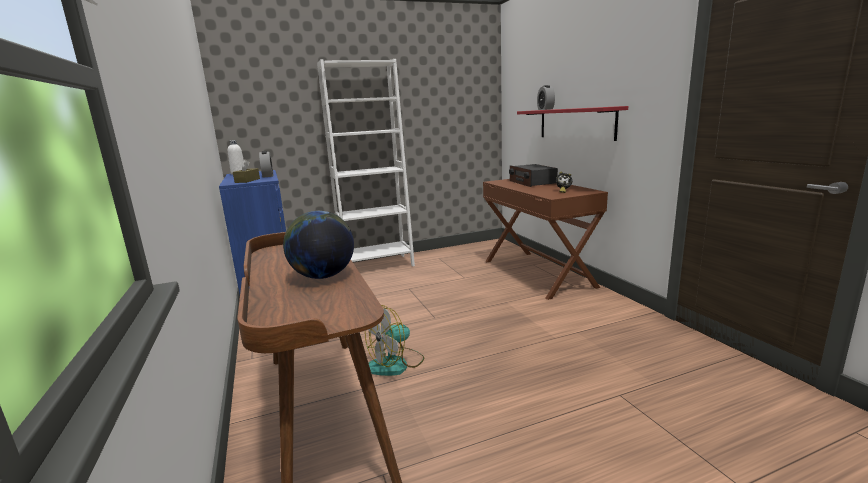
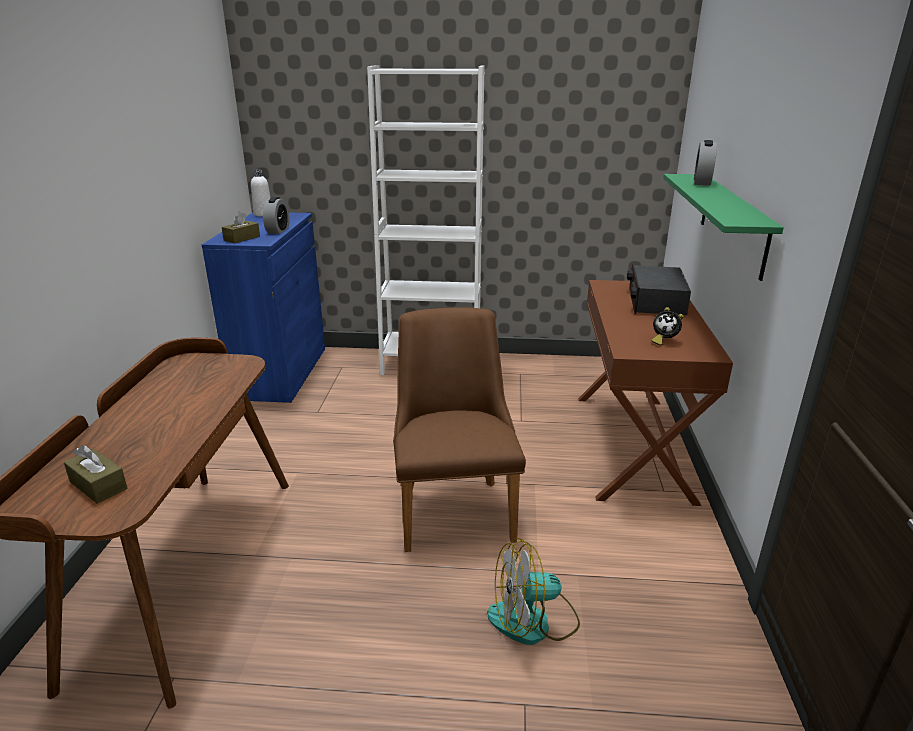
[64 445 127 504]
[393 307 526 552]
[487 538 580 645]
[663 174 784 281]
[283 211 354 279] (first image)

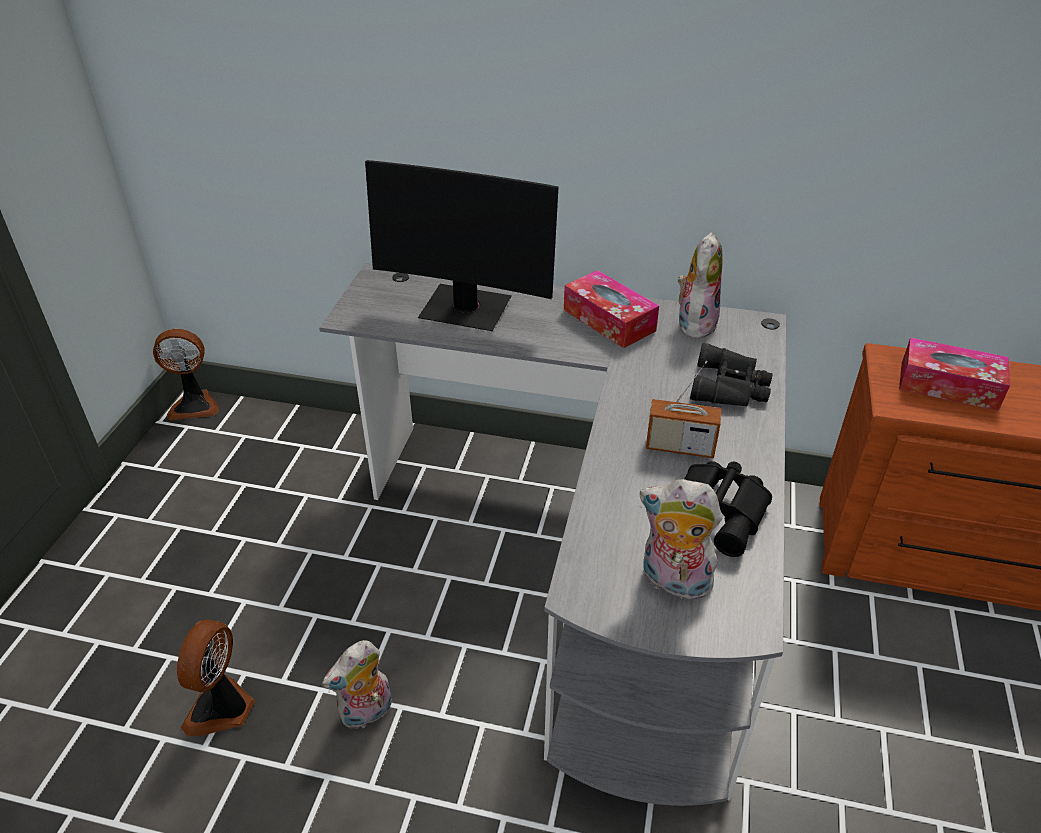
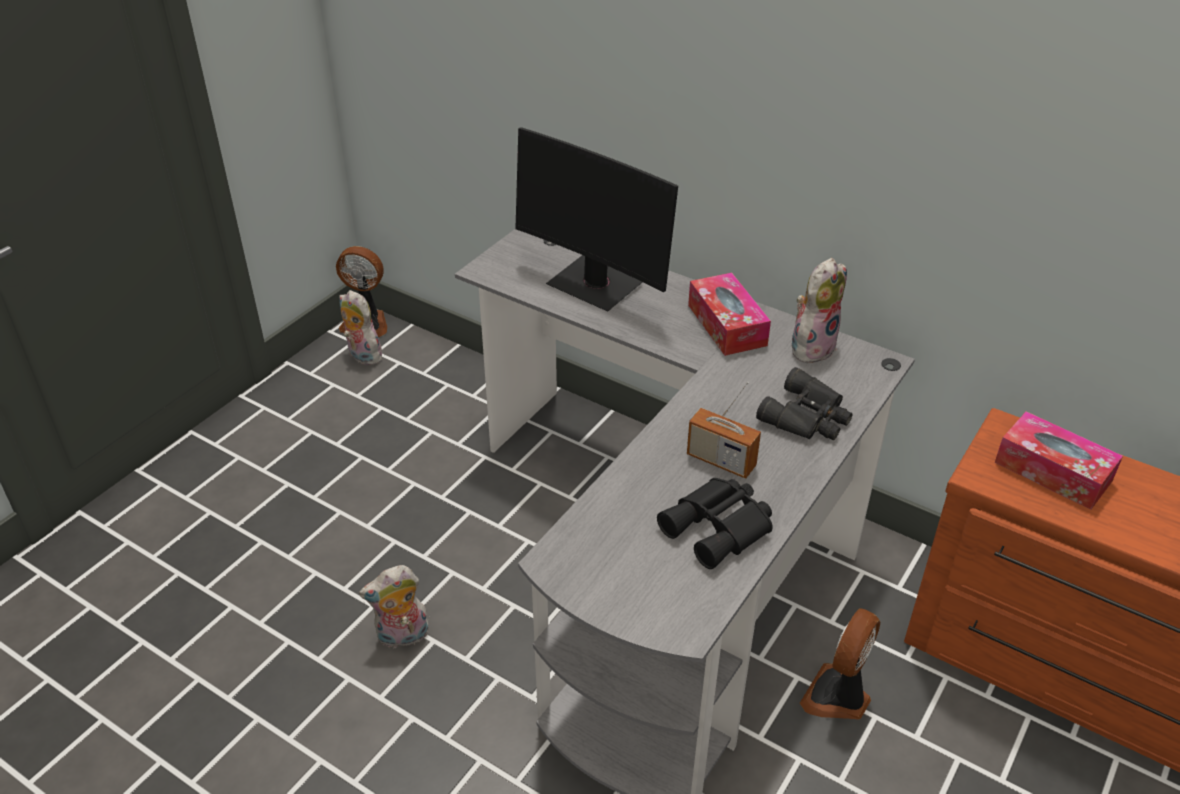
[339 290 383 365]
[800 608 880 719]

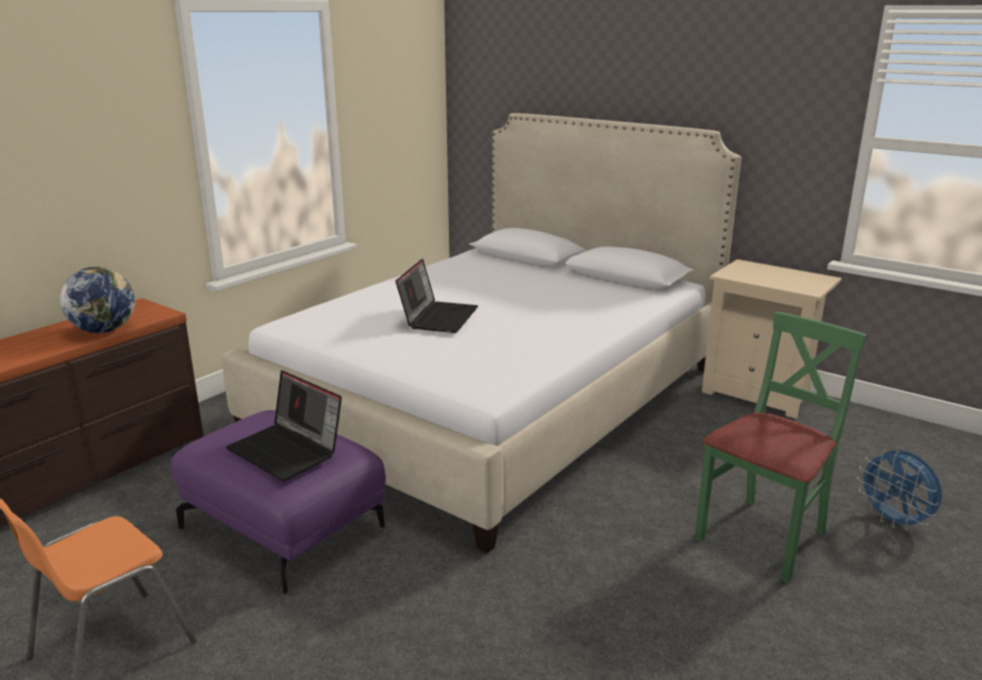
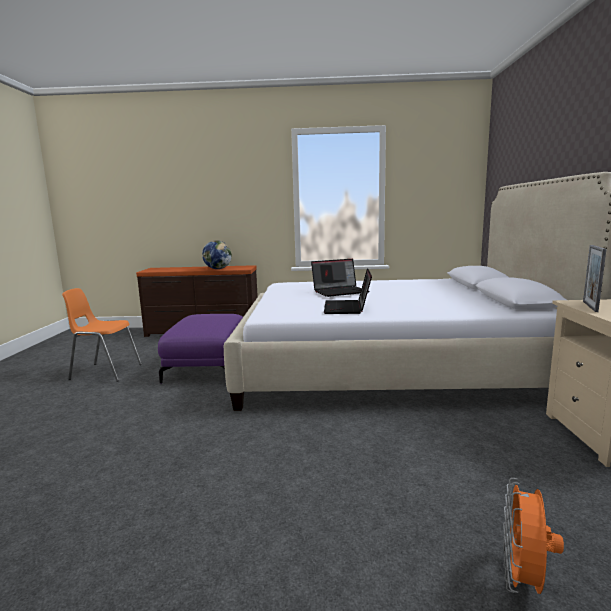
[324 268 372 314]
[503 478 564 594]
[583 245 606 312]
[695 311 867 583] (first image)

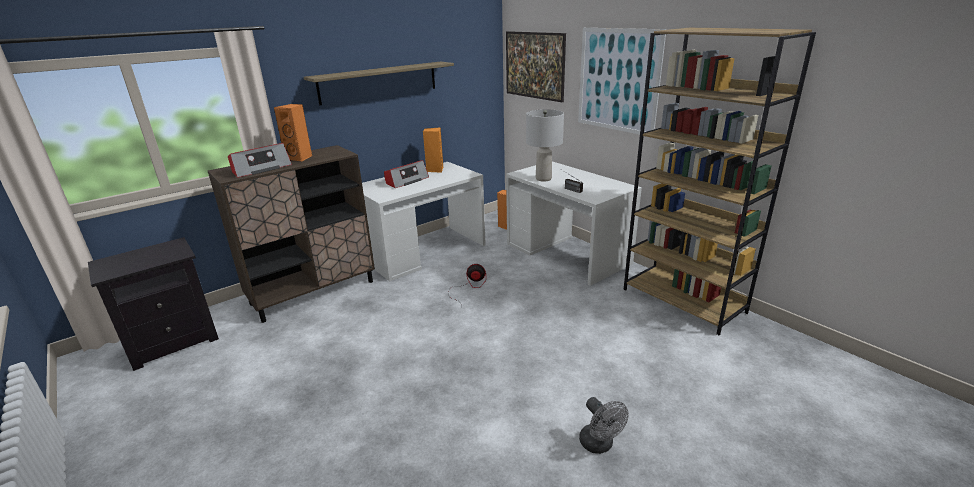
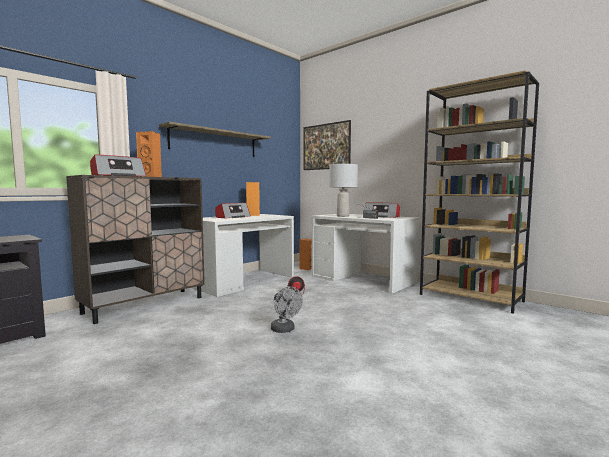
[271 286 303 333]
[364 202 400 218]
[578 28 667 135] (first image)

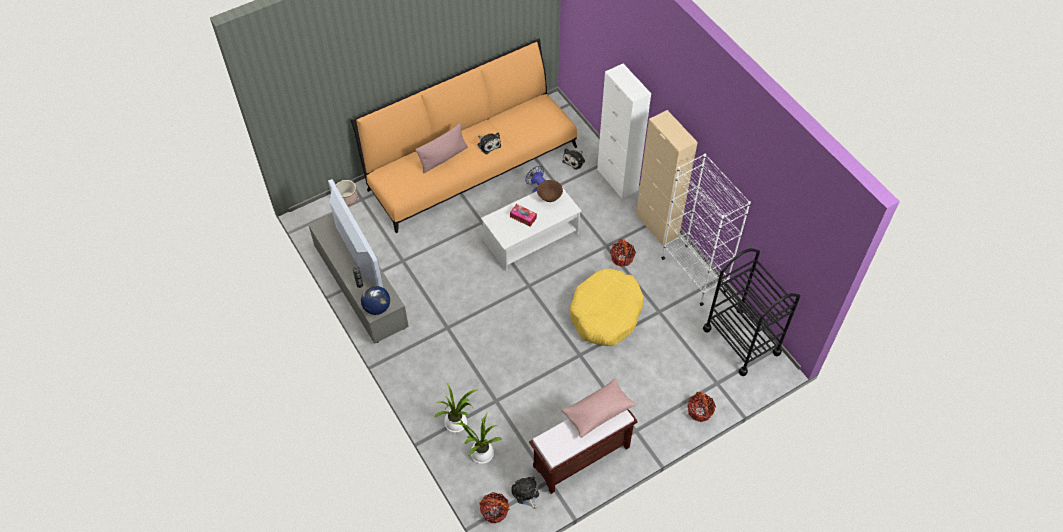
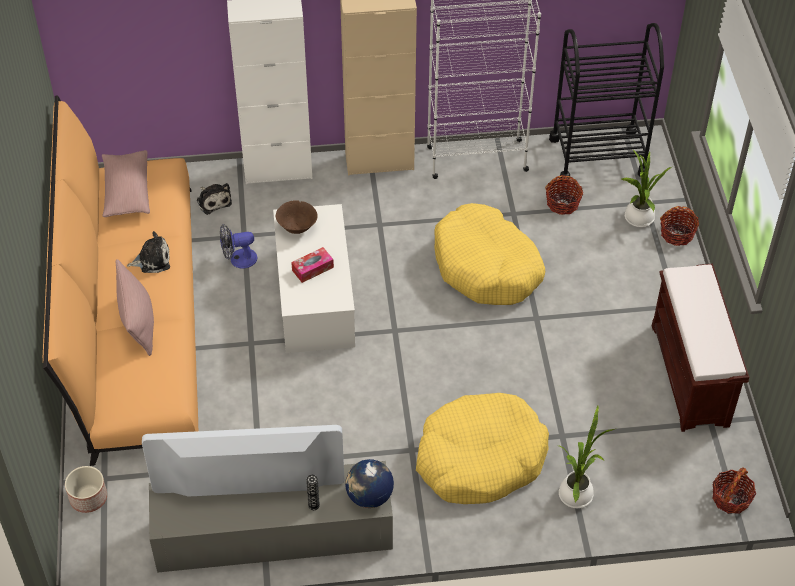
[102 150 150 217]
[416 393 549 504]
[545 175 583 215]
[622 150 671 227]
[511 476 539 509] (first image)

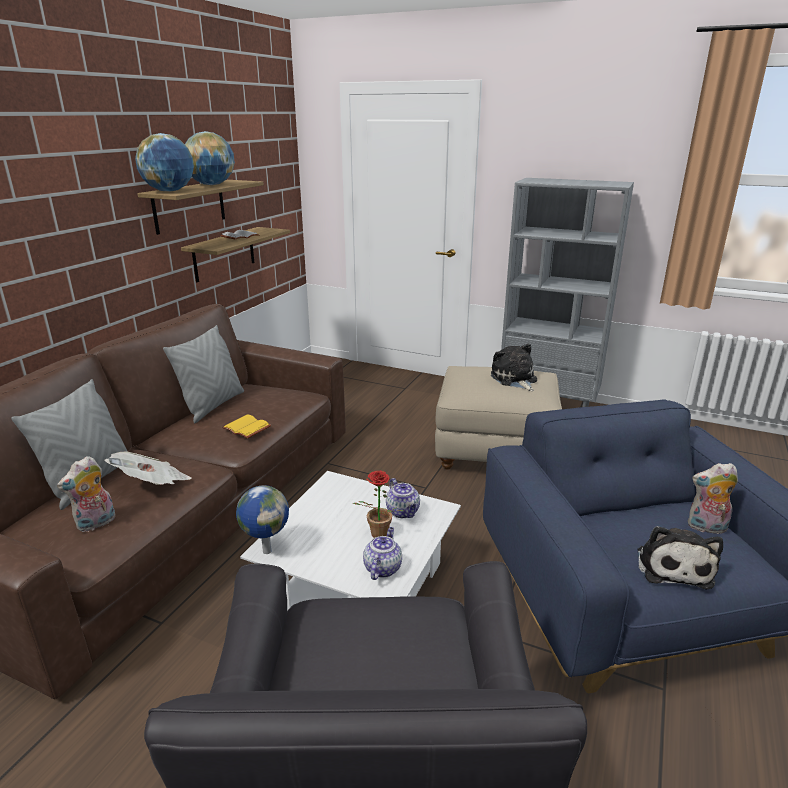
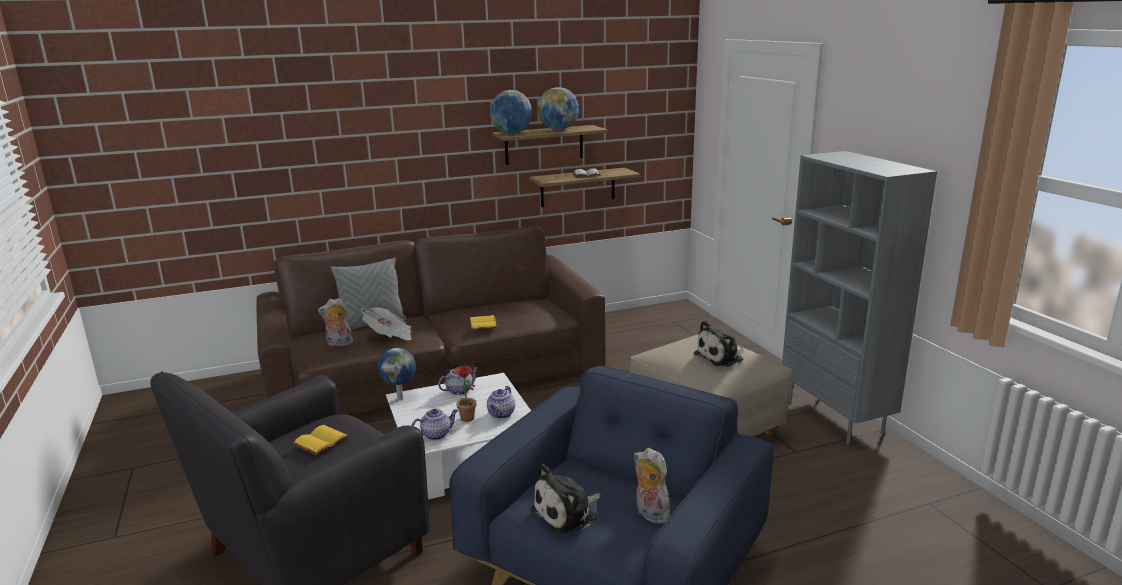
[292 425 350 455]
[438 367 478 395]
[694 321 743 367]
[163 325 244 423] (first image)

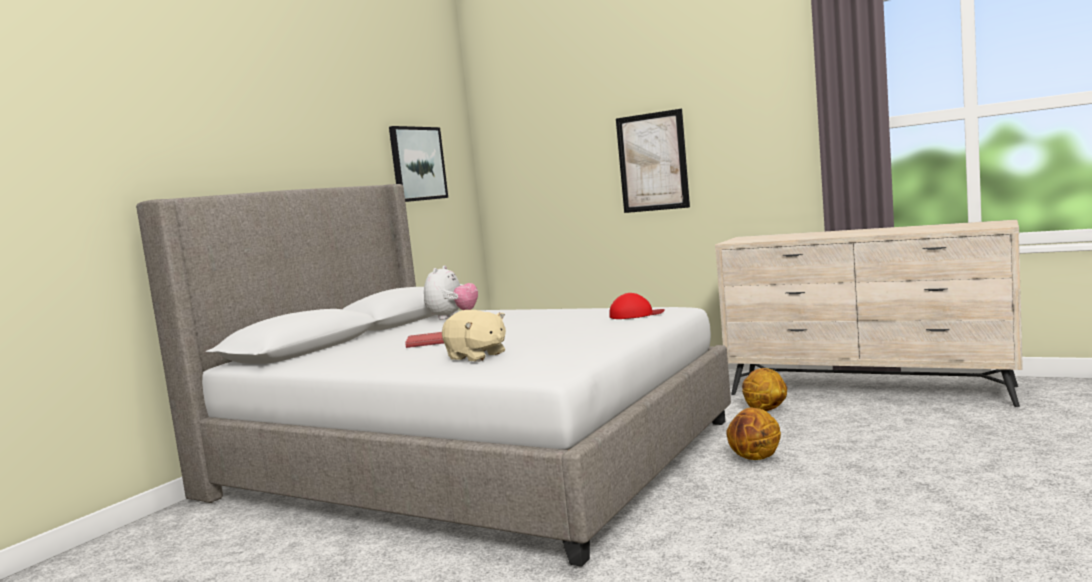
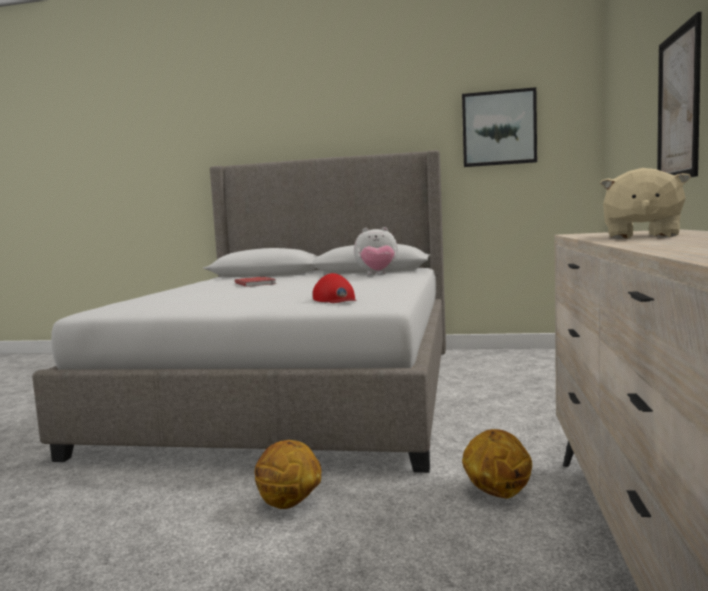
[600 168 691 239]

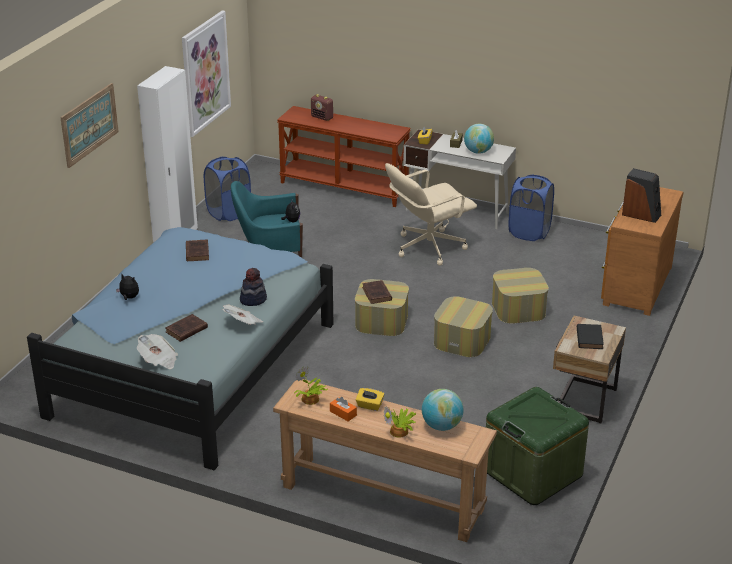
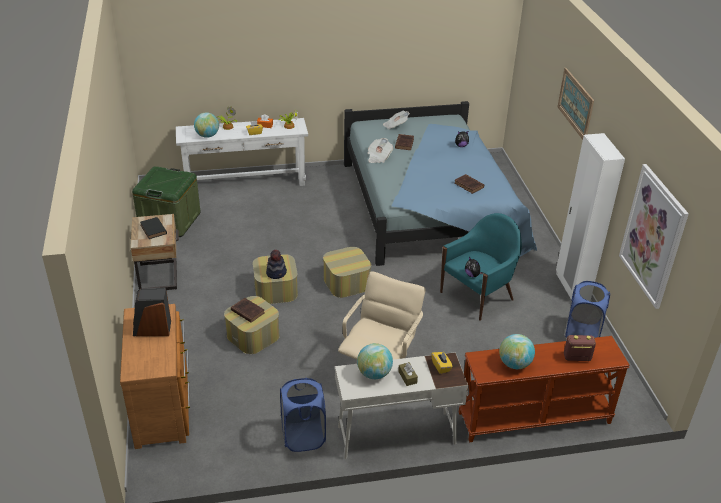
[176 118 308 186]
[231 298 265 323]
[266 250 287 279]
[499 334 535 369]

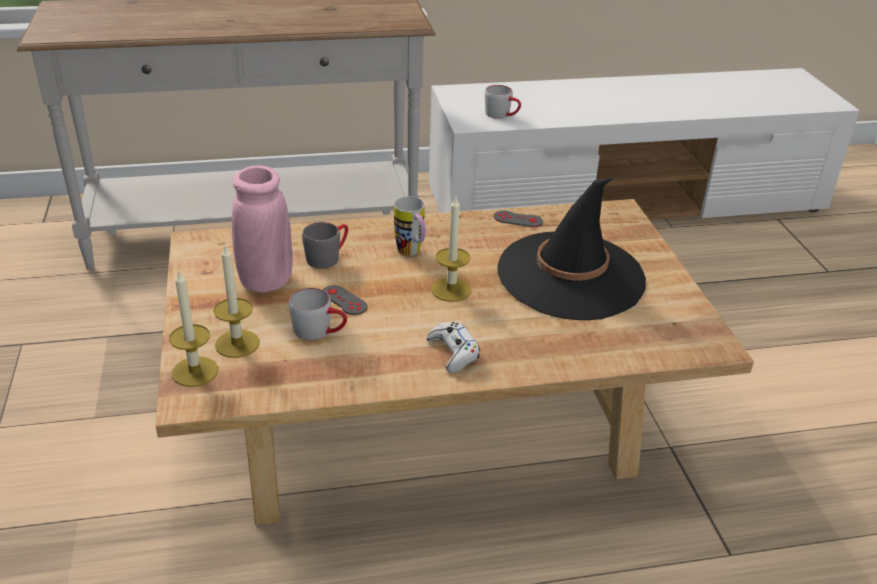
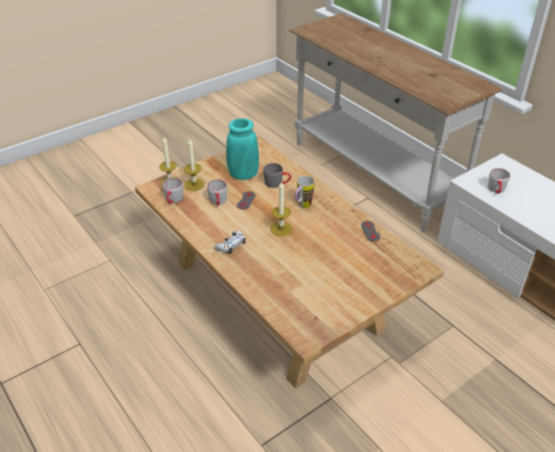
[163 178 183 204]
[226 118 259 180]
[497 178 646 320] (first image)

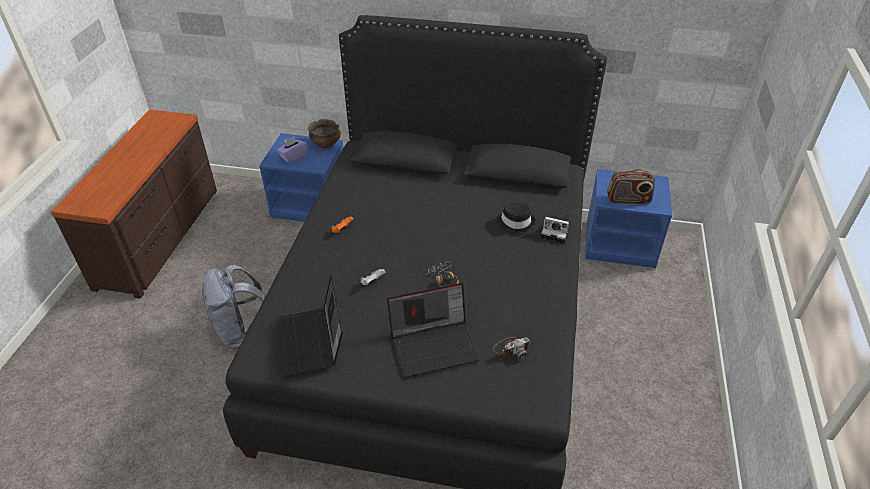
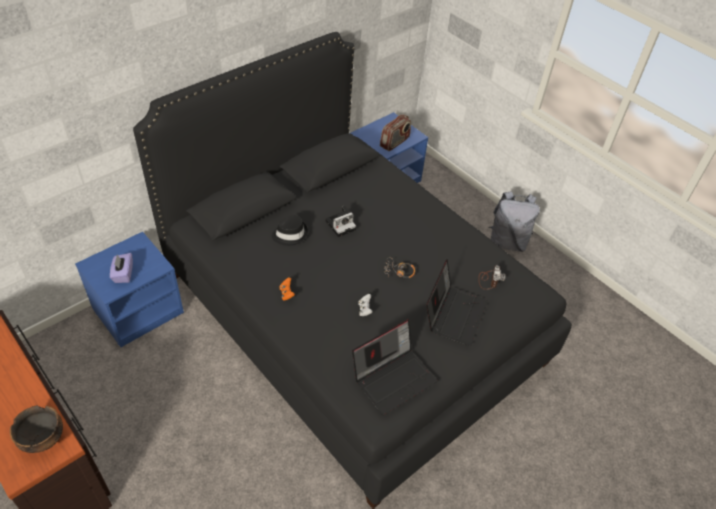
[10 405 63 453]
[272 215 308 246]
[325 205 356 237]
[352 319 437 415]
[489 191 540 252]

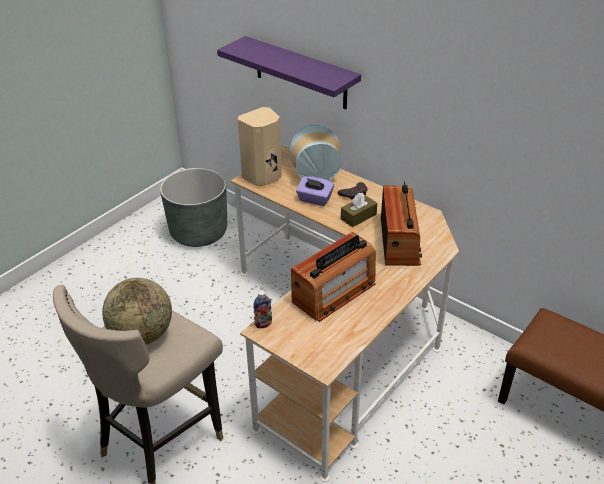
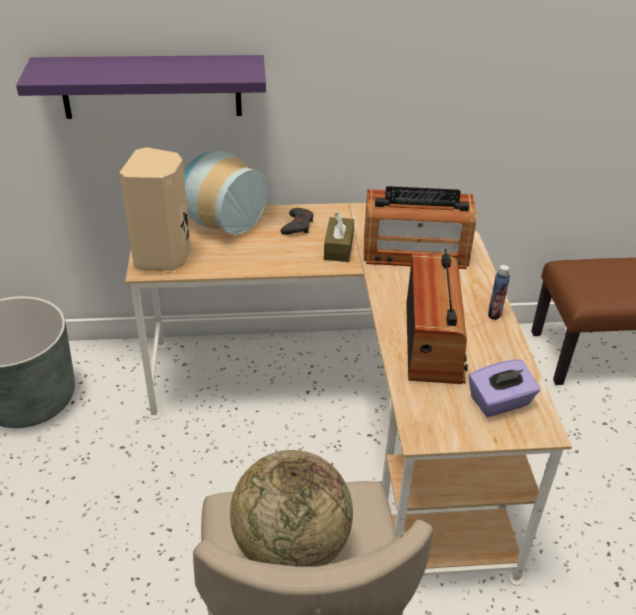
[364 186 476 269]
[469 360 540 417]
[488 265 510 320]

